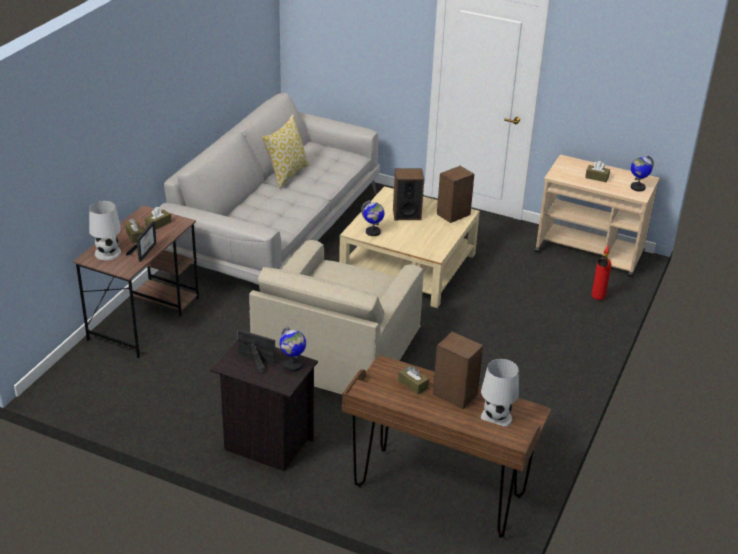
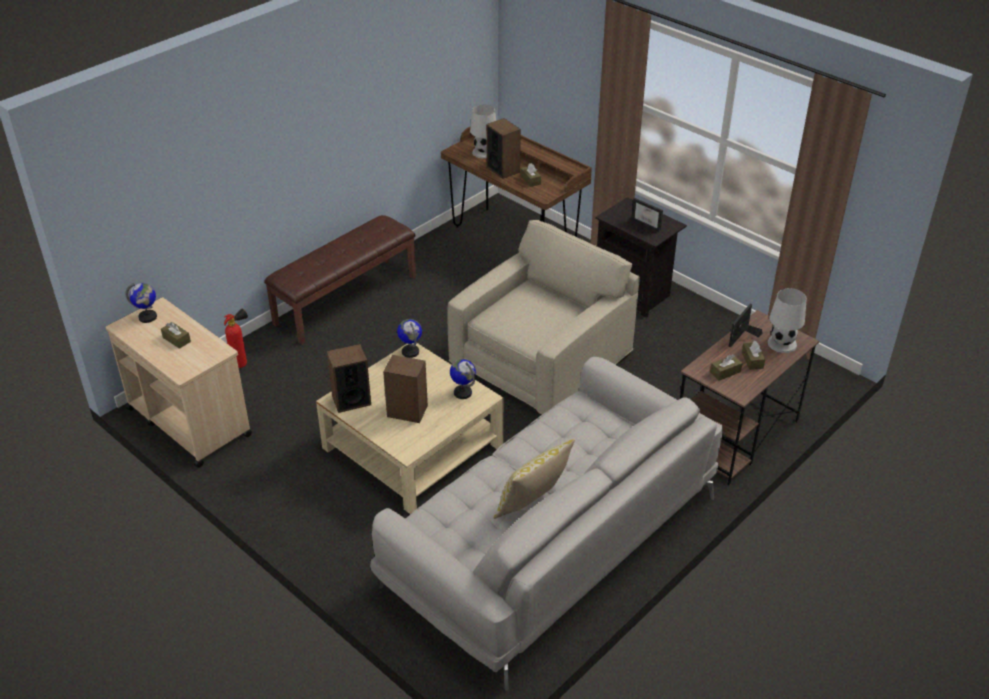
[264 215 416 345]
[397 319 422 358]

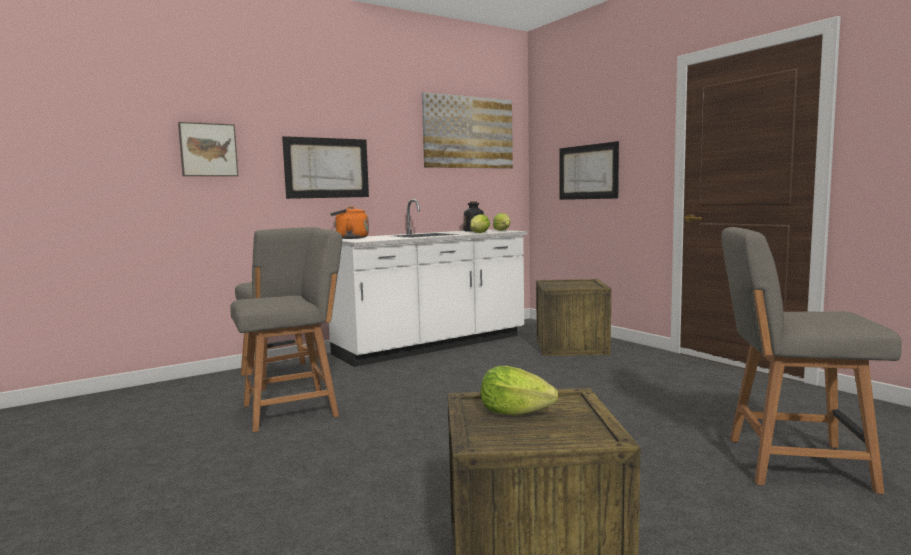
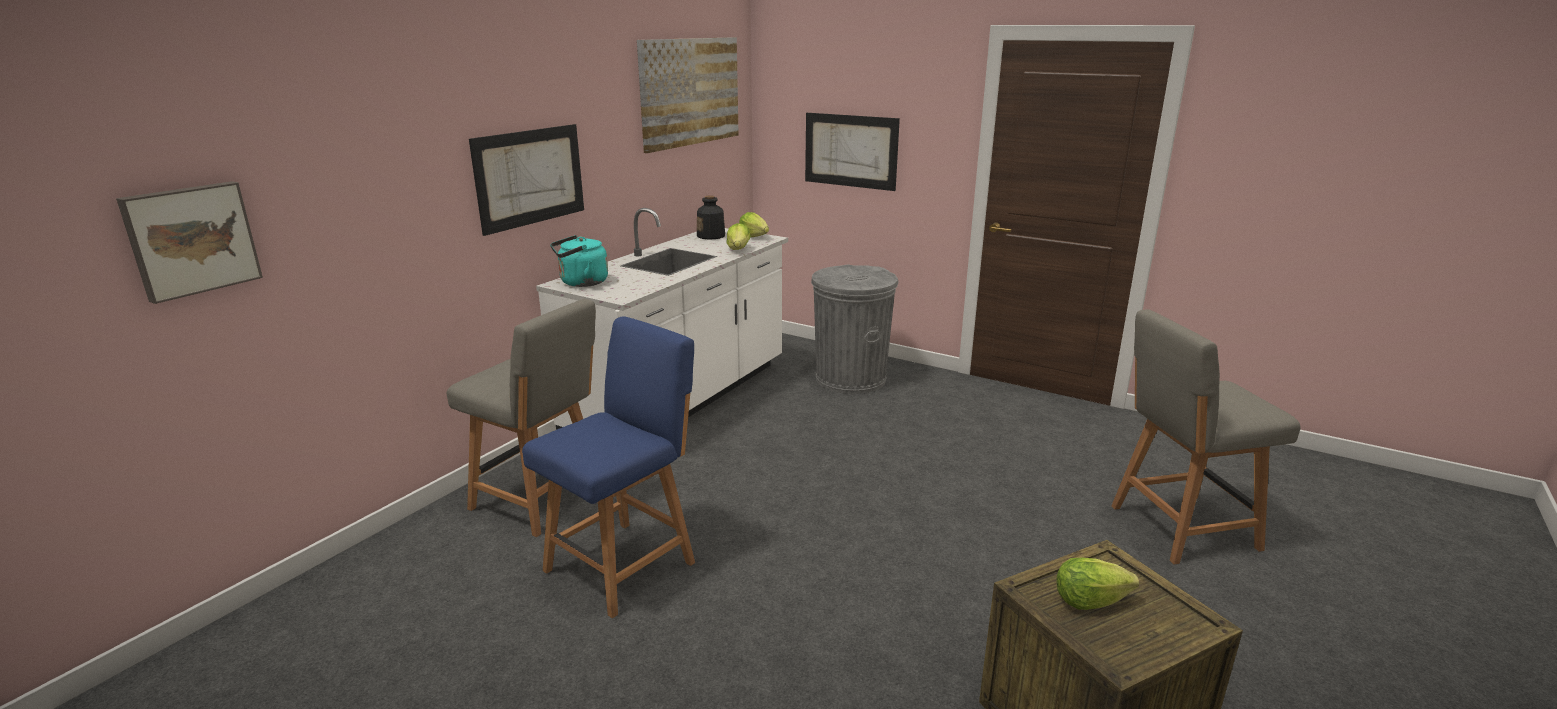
[116 181 263 304]
[522 316 695 618]
[550 235 608 287]
[811 264 899 394]

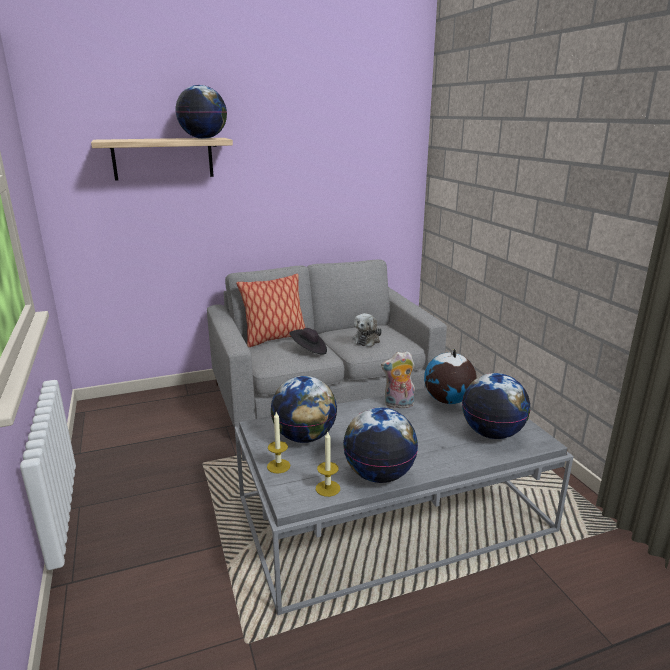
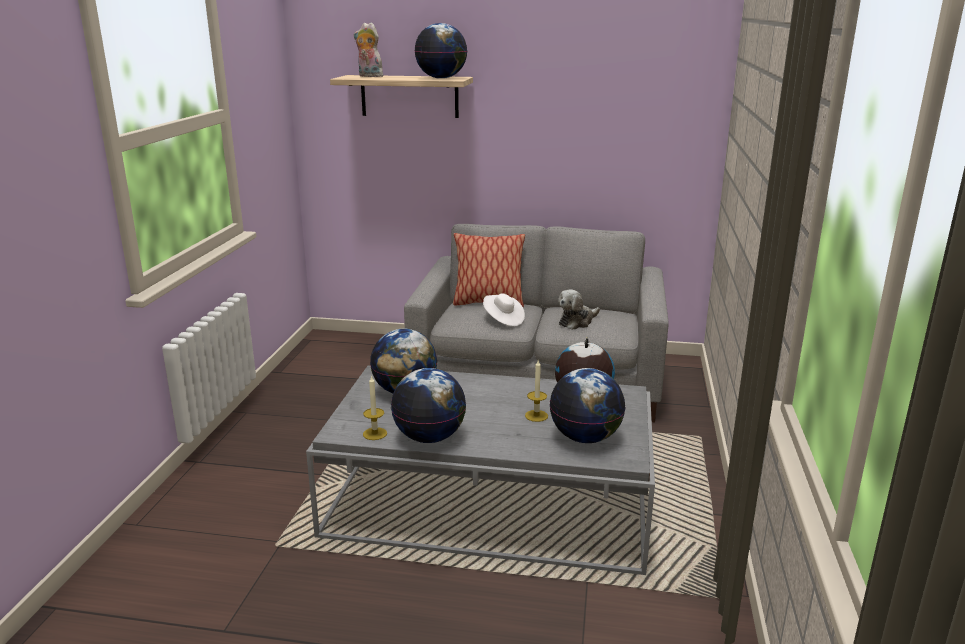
[354 22 383 77]
[483 293 525 326]
[525 360 548 422]

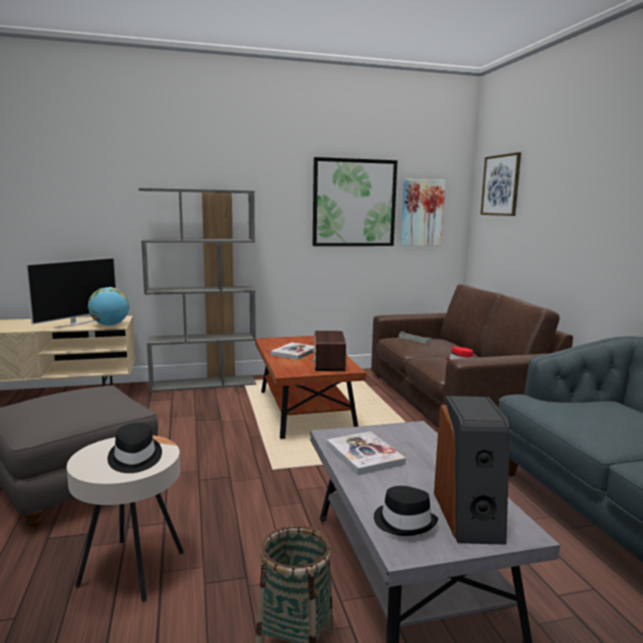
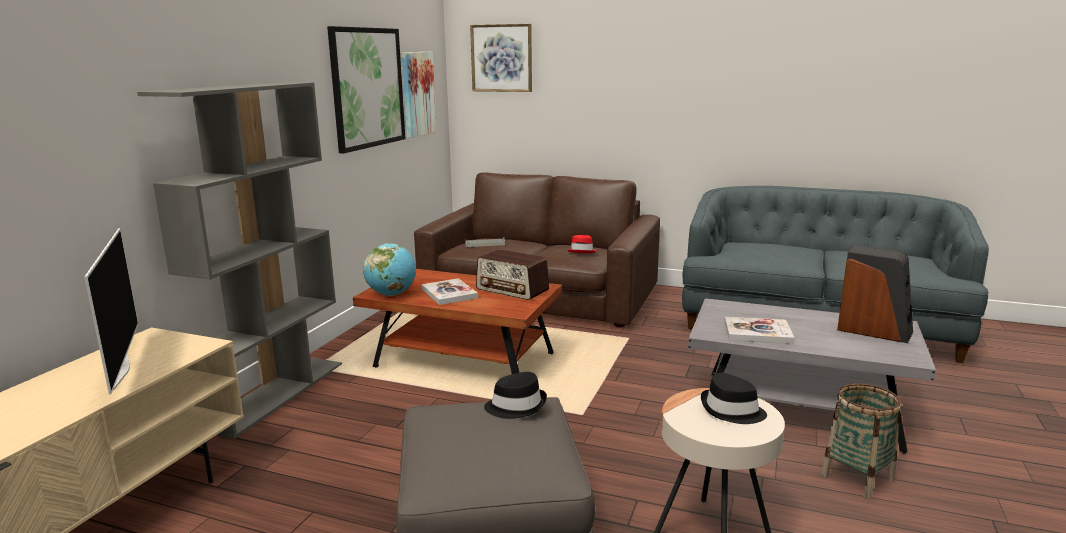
[363 243 416 296]
[484 372 547 419]

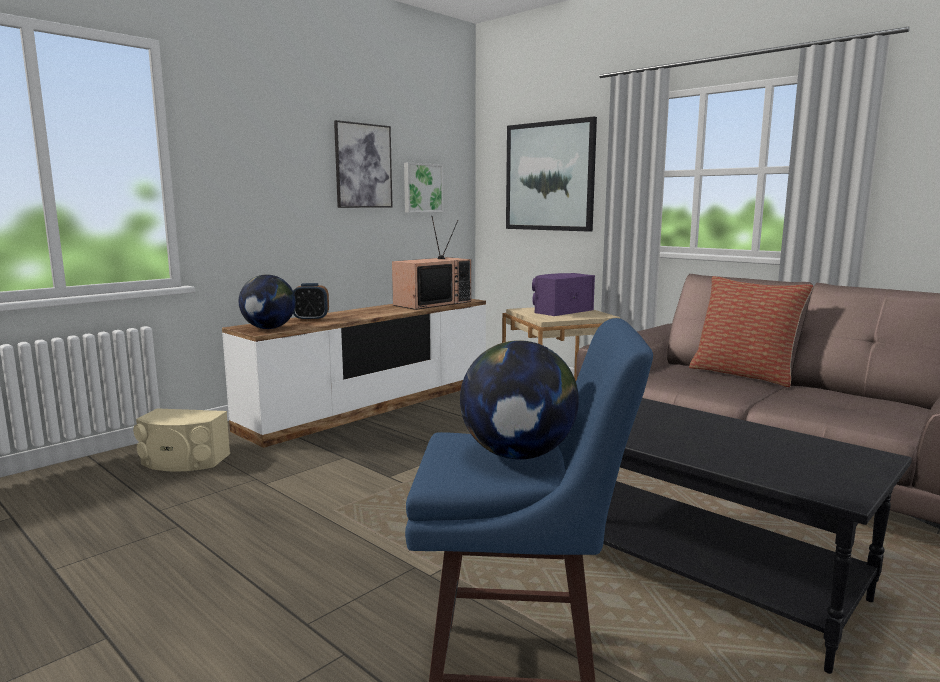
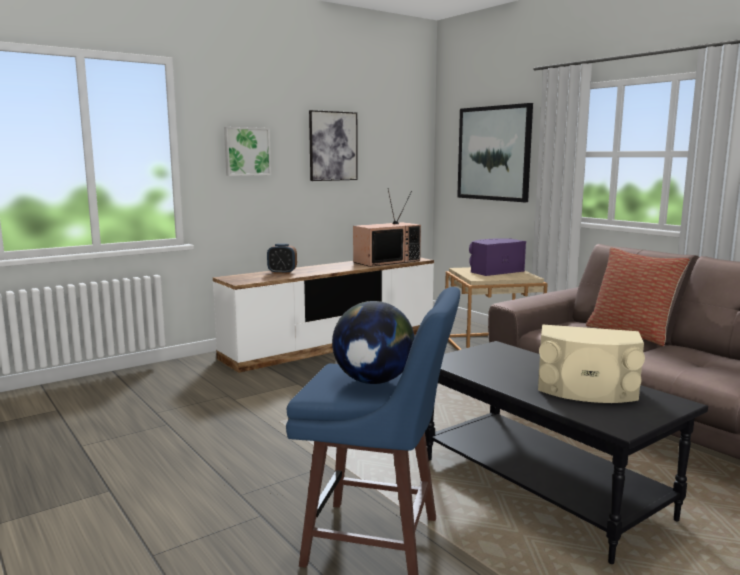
[224 127 271 176]
[538 324 645 403]
[239 274 296 329] (first image)

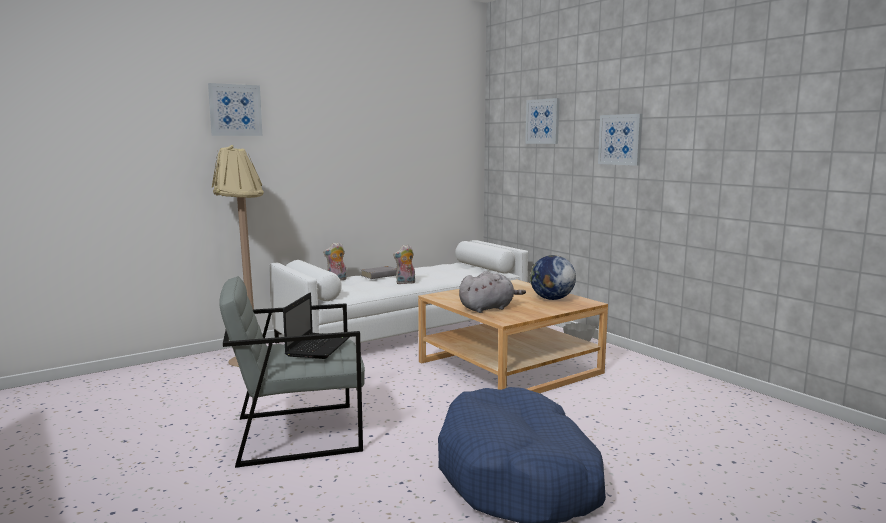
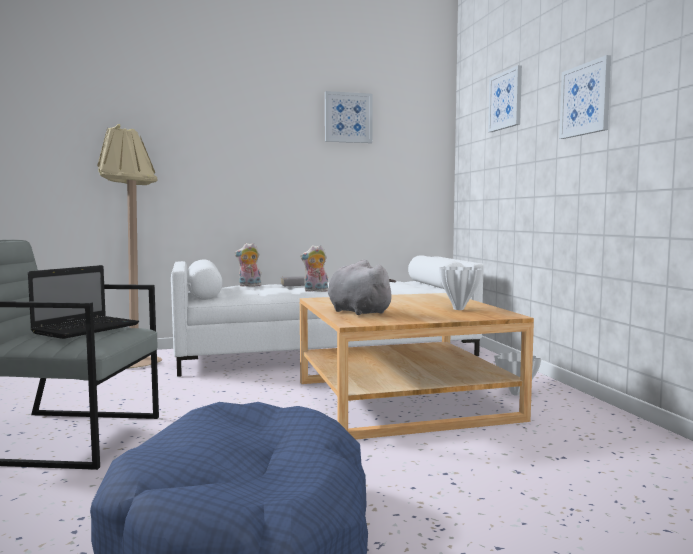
[325 91 373 143]
[328 260 396 315]
[439 267 483 310]

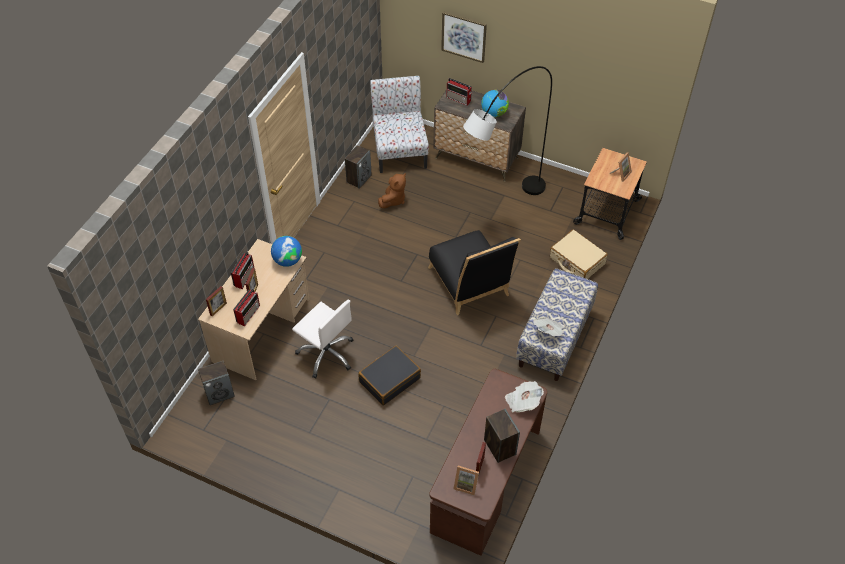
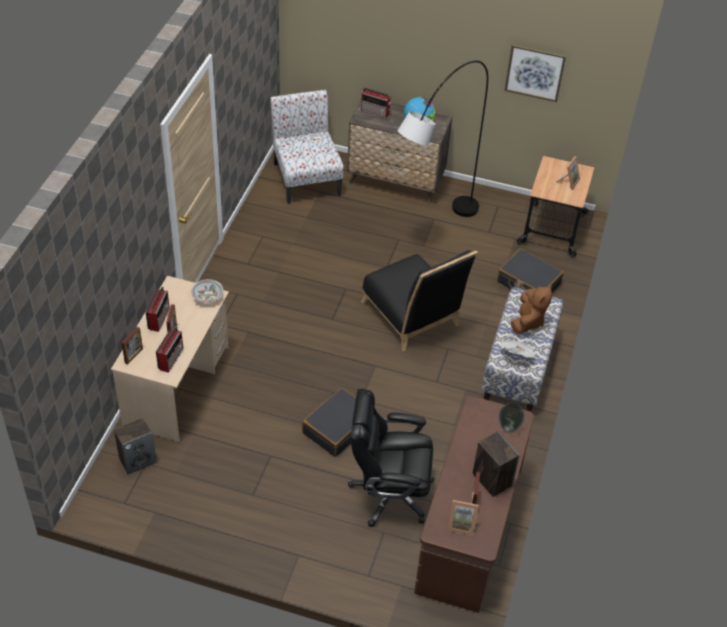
[191 279 224 303]
[348 389 434 527]
[497 248 564 293]
[499 402 525 433]
[504 44 566 102]
[511 285 552 333]
[292 300 354 378] (first image)
[345 145 372 189] (first image)

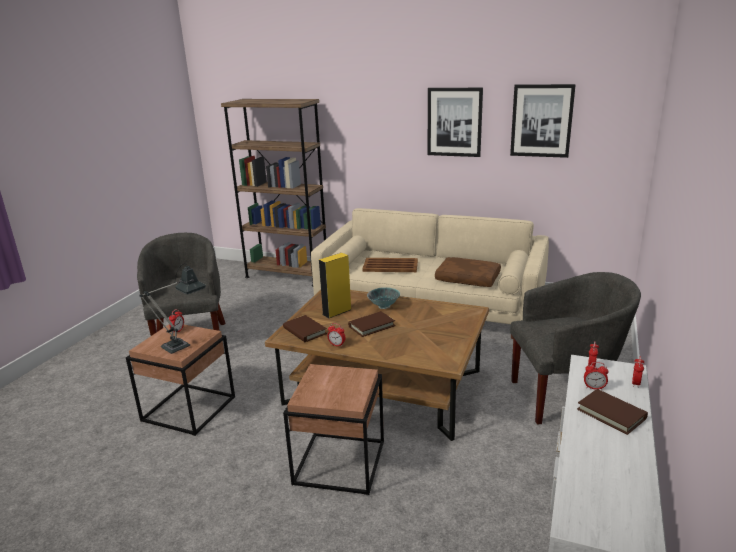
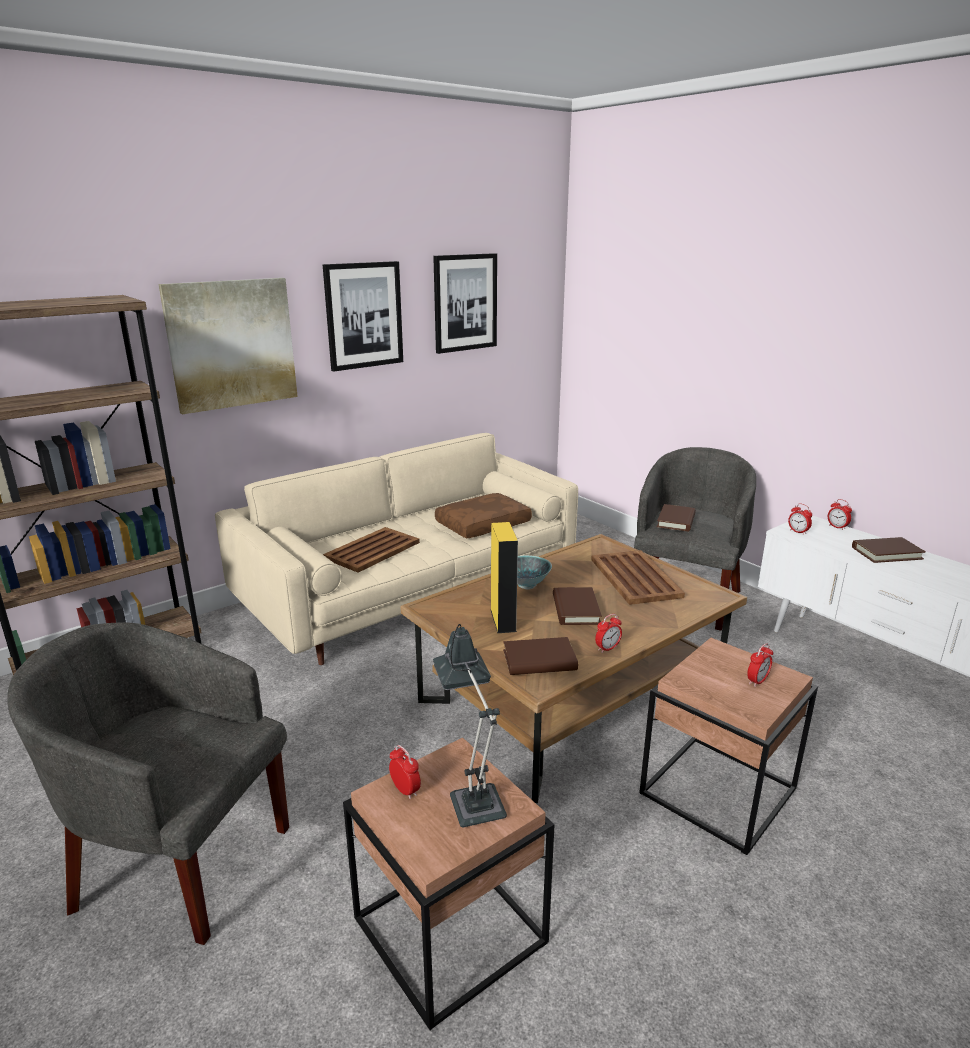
[158 278 298 414]
[591 550 685 605]
[657 504 696 531]
[747 643 773 687]

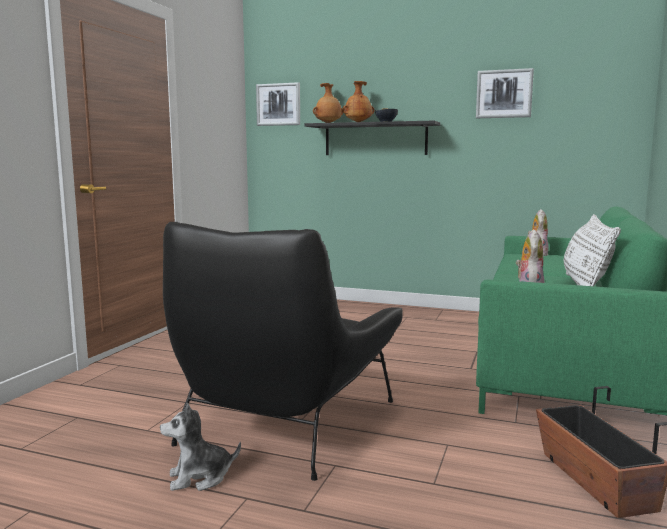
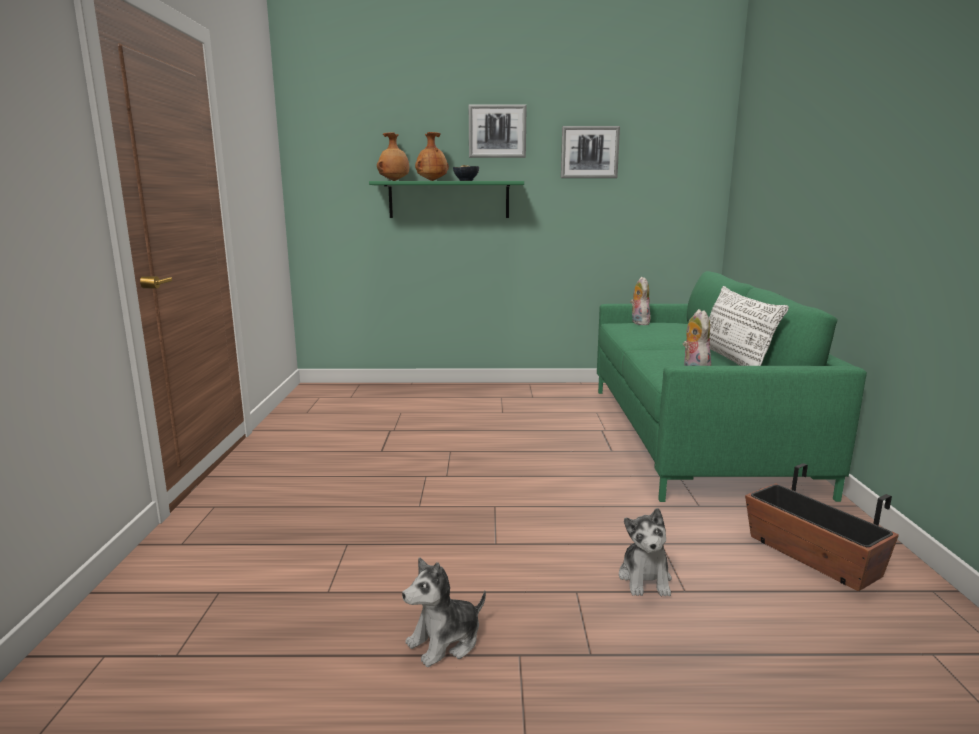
[369 181 524 218]
[469 105 527 158]
[619 508 672 596]
[163 222 403 481] (first image)

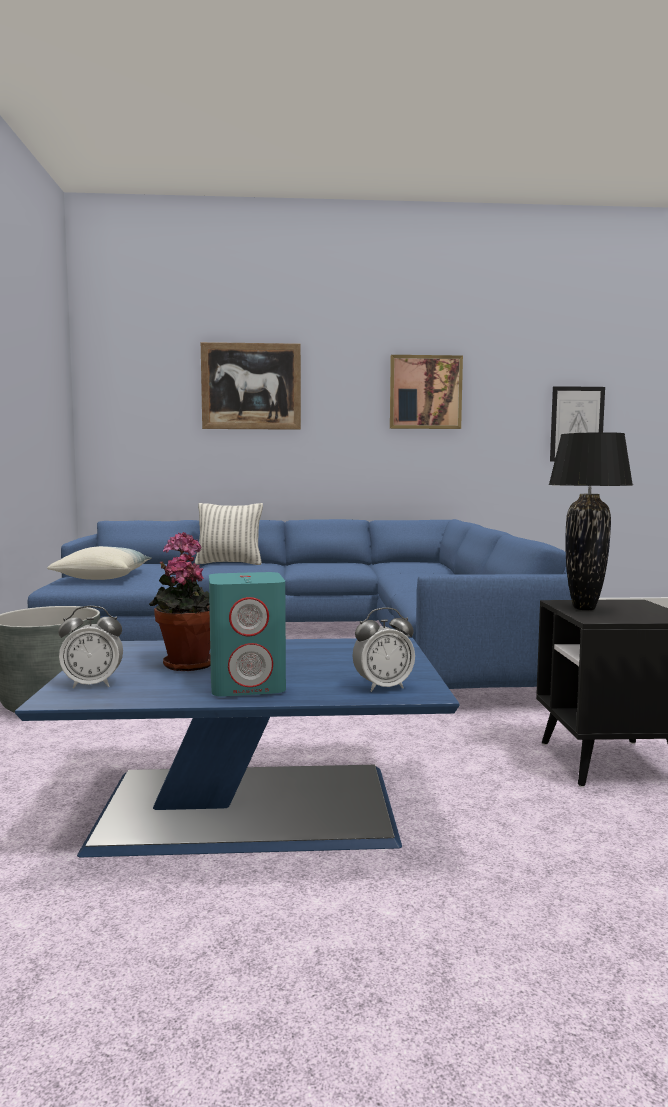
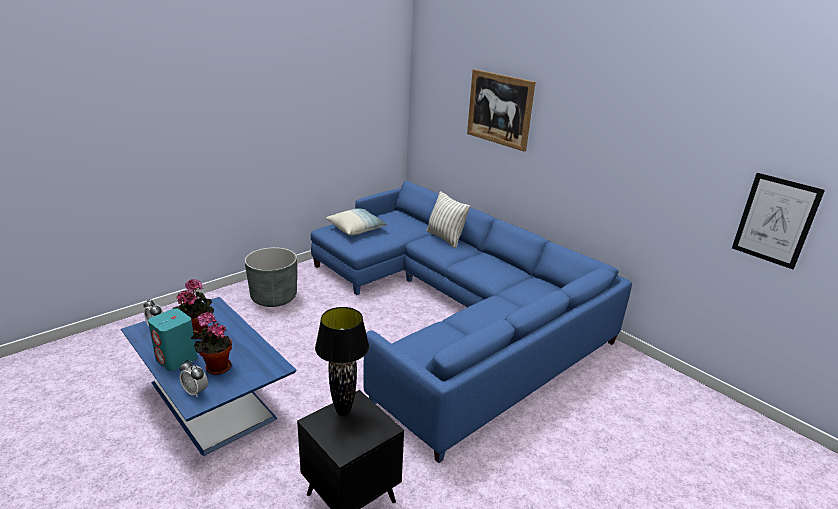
[191 312 232 375]
[390 355 463 429] (first image)

